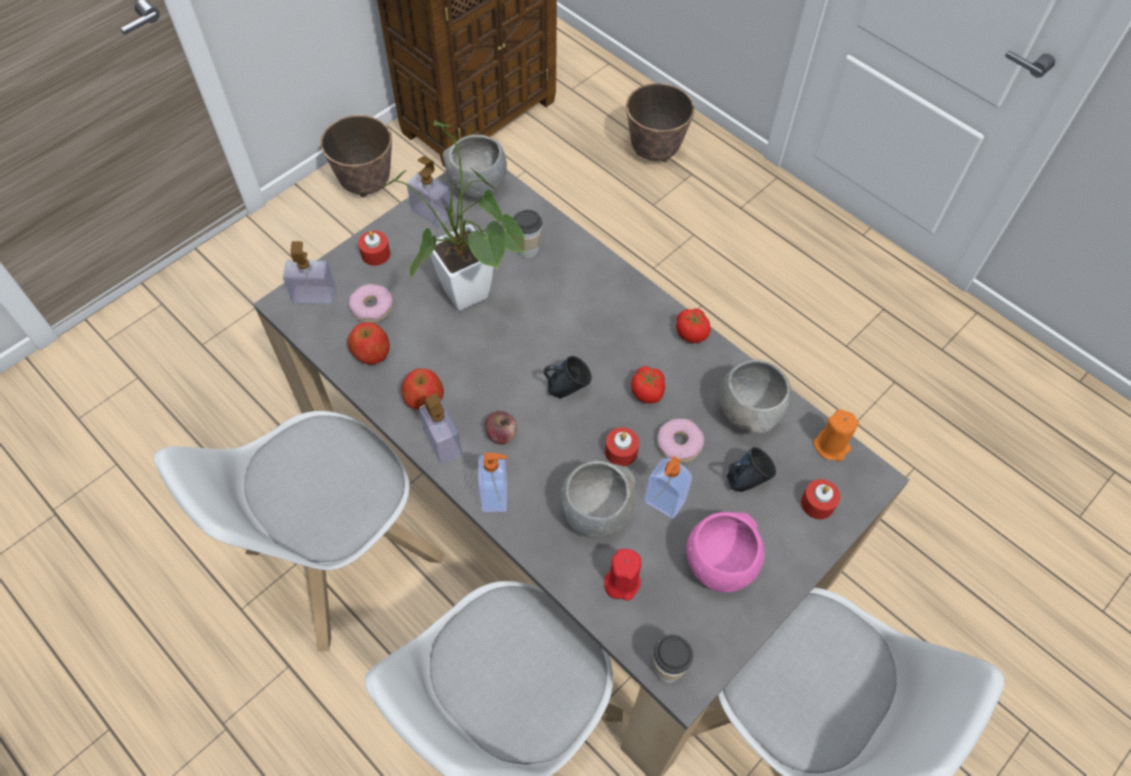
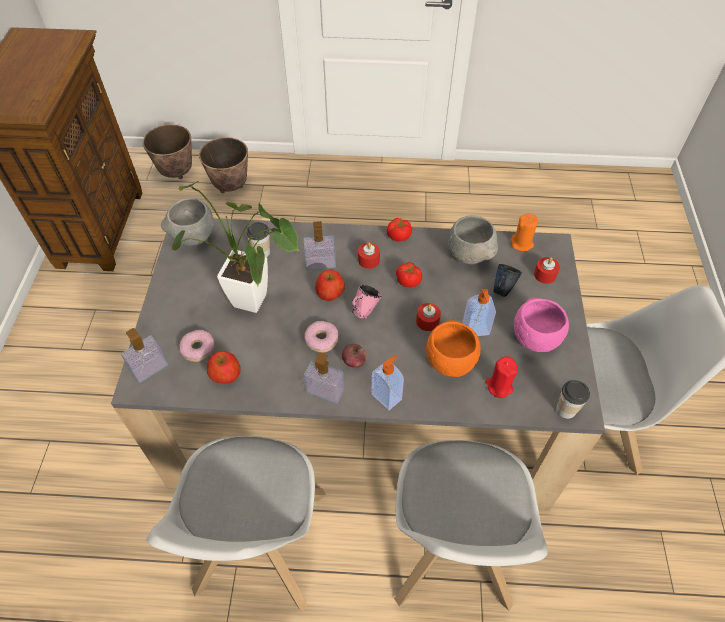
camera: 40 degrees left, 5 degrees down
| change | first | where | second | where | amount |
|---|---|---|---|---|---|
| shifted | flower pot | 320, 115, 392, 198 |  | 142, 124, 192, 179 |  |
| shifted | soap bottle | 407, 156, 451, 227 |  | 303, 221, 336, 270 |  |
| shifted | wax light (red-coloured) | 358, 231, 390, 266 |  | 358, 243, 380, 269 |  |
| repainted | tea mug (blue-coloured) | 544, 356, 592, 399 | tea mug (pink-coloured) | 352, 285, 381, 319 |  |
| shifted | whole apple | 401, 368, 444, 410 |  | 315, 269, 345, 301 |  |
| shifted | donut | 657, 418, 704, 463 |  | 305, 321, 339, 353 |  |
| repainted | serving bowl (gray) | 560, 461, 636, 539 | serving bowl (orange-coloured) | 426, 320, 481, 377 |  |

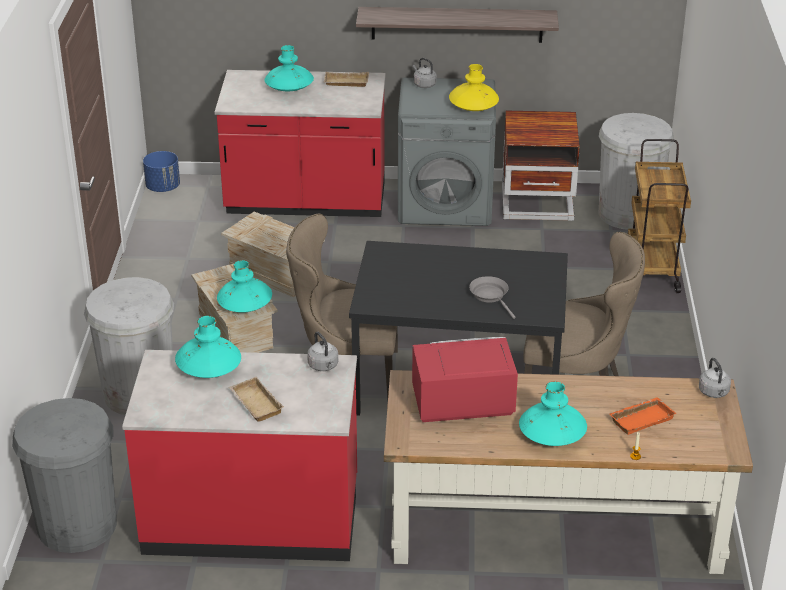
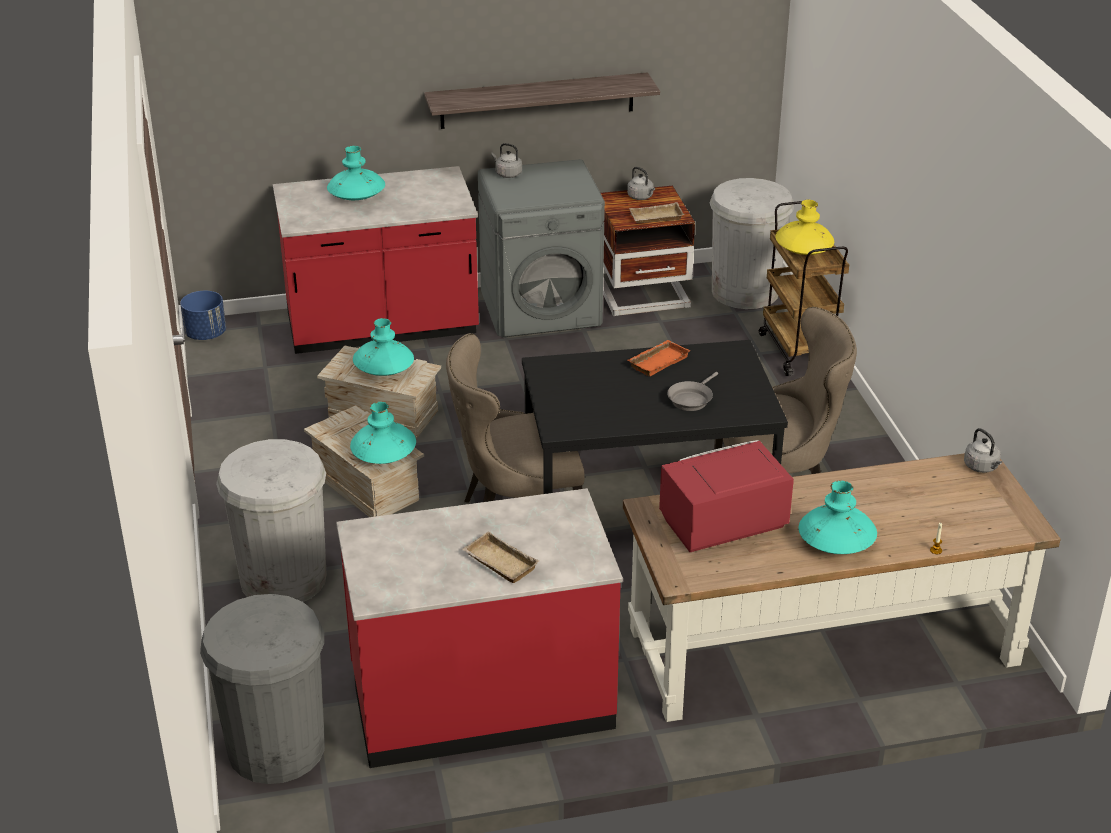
camera: 15 degrees left, 0 degrees up
| change | first | where | second | where | amount |
|---|---|---|---|---|---|
| shifted | vase (yellow) | 449, 64, 499, 111 |  | 776, 200, 834, 255 |  |
| shifted | serving tray (beige) | 323, 72, 369, 87 |  | 629, 202, 684, 223 |  |
| rotated | pan (gray) | 469, 276, 516, 319 |  | 667, 372, 718, 411 | 105 degrees counterclockwise |
| shifted | vase (blue-green) | 175, 316, 241, 378 |  | 353, 318, 414, 376 |  |
| shifted | tea kettle (gray) | 307, 332, 338, 371 |  | 627, 167, 655, 200 |  |
| shifted | serving tray (orange-coloured) | 609, 397, 676, 435 |  | 628, 340, 690, 376 |  |

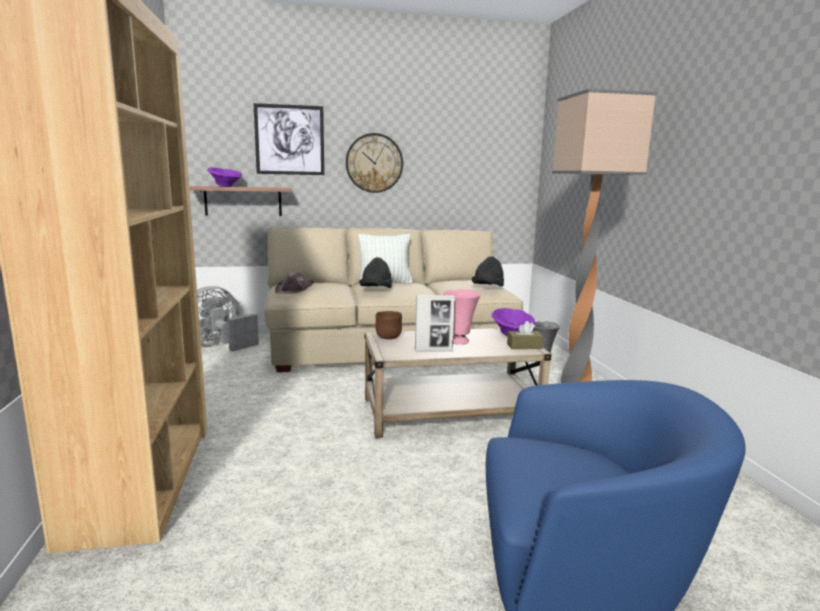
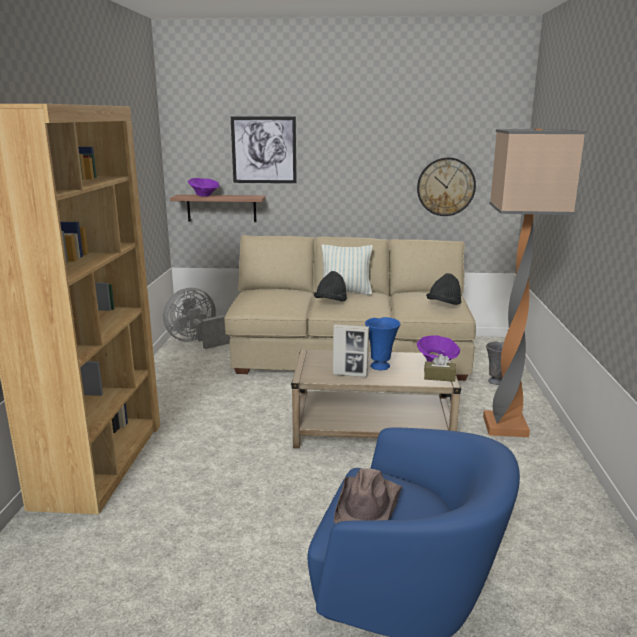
camera: 15 degrees right, 5 degrees up
| change | first | where | second | where | amount |
|---|---|---|---|---|---|
| shifted | clock on the wall | 346, 133, 403, 193 |  | 417, 157, 476, 216 |  |
| shifted | wearable hat (brown) | 275, 272, 314, 294 |  | 334, 469, 402, 523 |  |
| repainted | vase (pink-coloured) | 443, 289, 481, 345 | vase (blue-coloured) | 365, 317, 400, 370 |  |
| gone | serving bowl (brown) | 376, 311, 402, 339 |  |  |  |

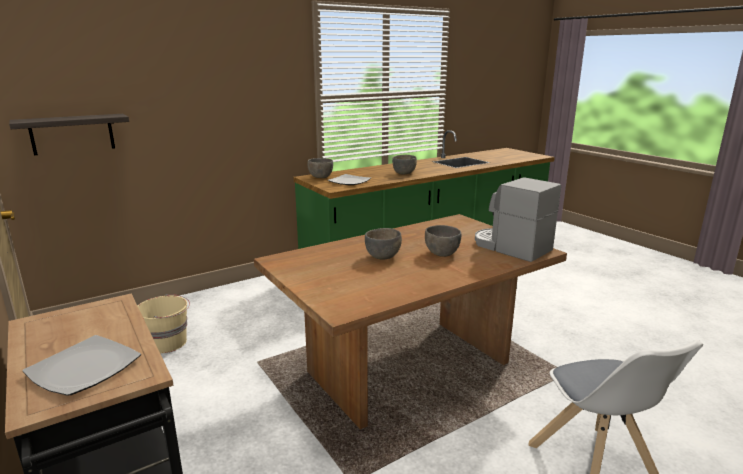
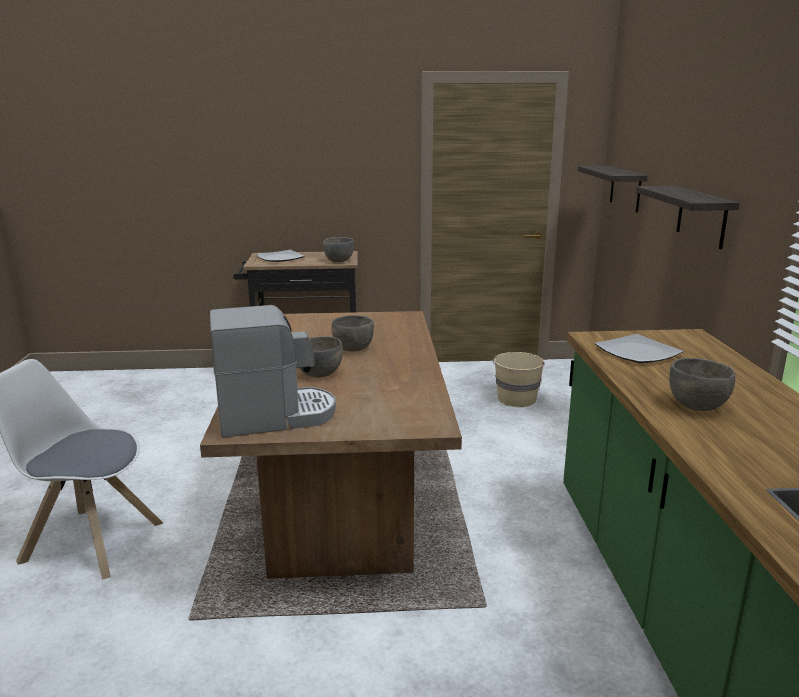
camera: 120 degrees right, 0 degrees up
| change | first | where | second | where | amount |
|---|---|---|---|---|---|
| shifted | serving bowl (gray) | 307, 158, 333, 178 |  | 323, 237, 354, 262 |  |
| new |  |  | shelf | 636, 186, 739, 249 |  |

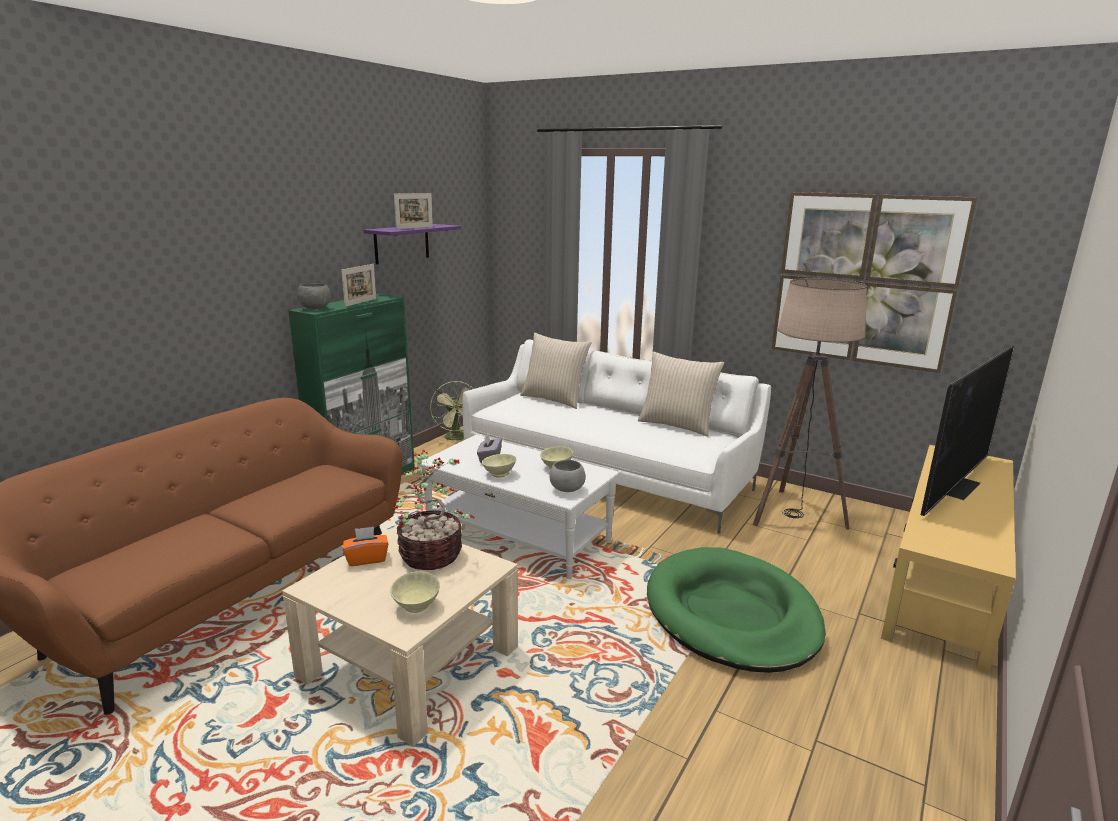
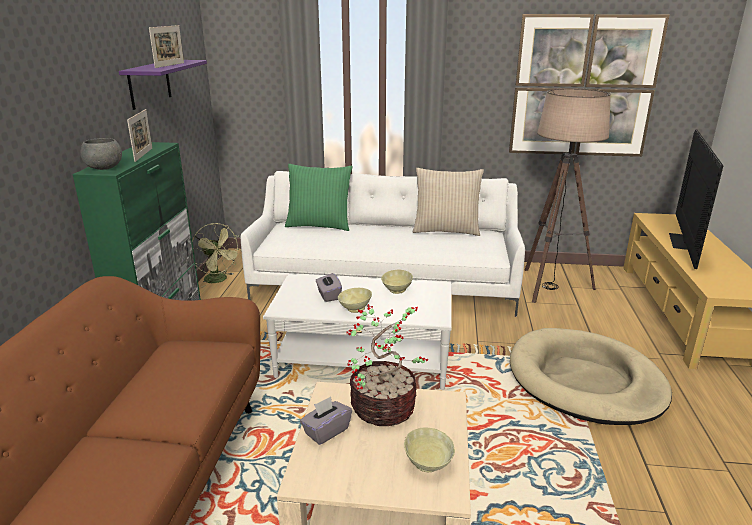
camera: 25 degrees left, 5 degrees up
| change | first | where | second | where | amount |
|---|---|---|---|---|---|
| repainted | cushion (beige) | 520, 333, 592, 409 | cushion (green) | 285, 164, 353, 231 |  |
| gone | serving bowl (gray) | 549, 460, 586, 492 |  |  |  |
| repainted | box of tissues (orange-coloured) | 343, 527, 388, 566 | box of tissues (gray) | 300, 396, 352, 445 |  |
| repainted | dog bed (green) | 647, 547, 826, 673 | dog bed (beige) | 510, 328, 672, 425 |  |

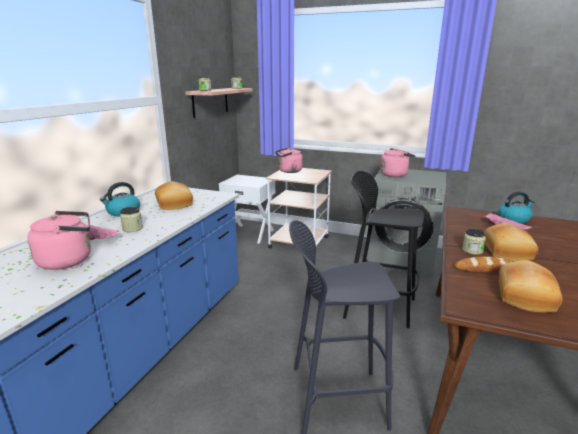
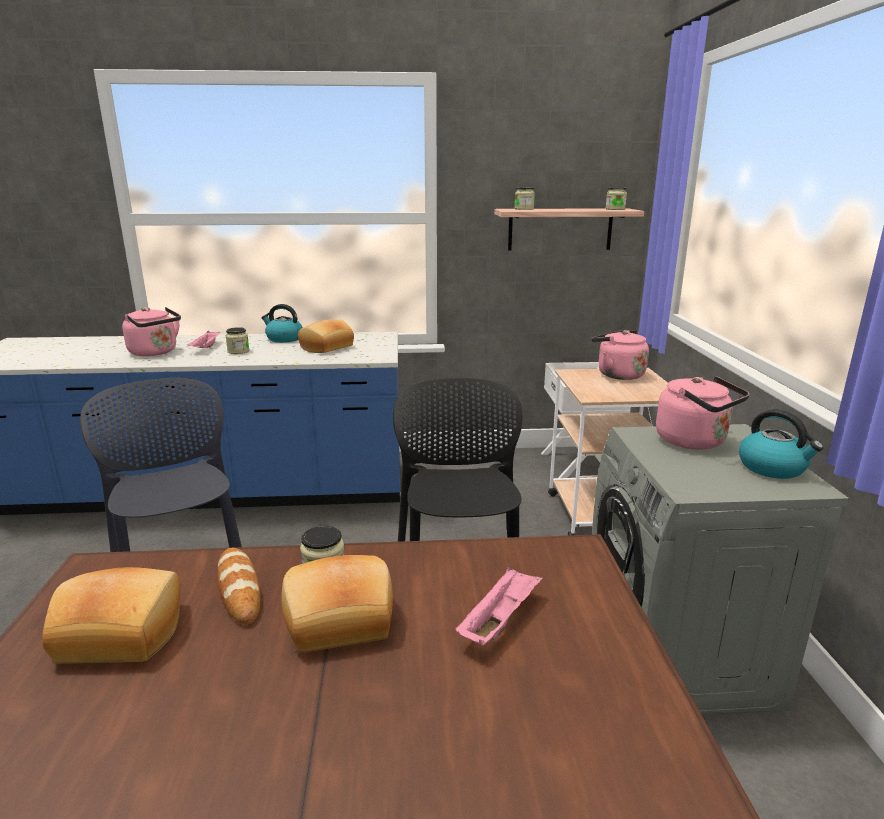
camera: 65 degrees right, 0 degrees up
| change | first | where | second | where | amount |
|---|---|---|---|---|---|
| shifted | tea kettle | 498, 192, 535, 224 |  | 739, 409, 823, 479 |  |

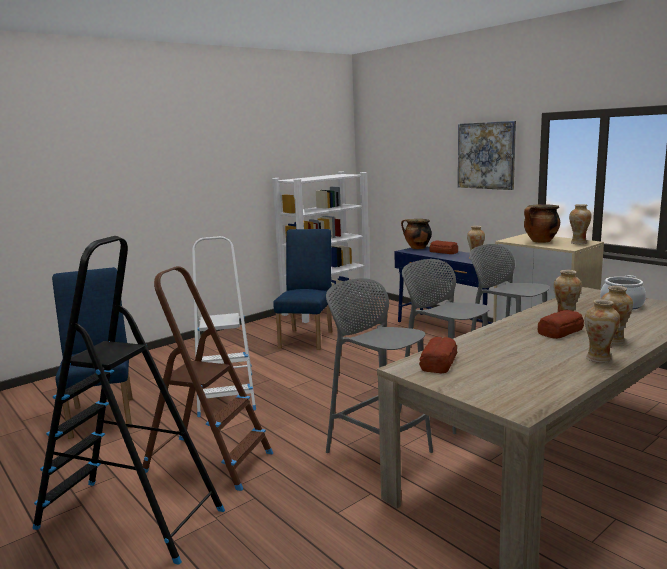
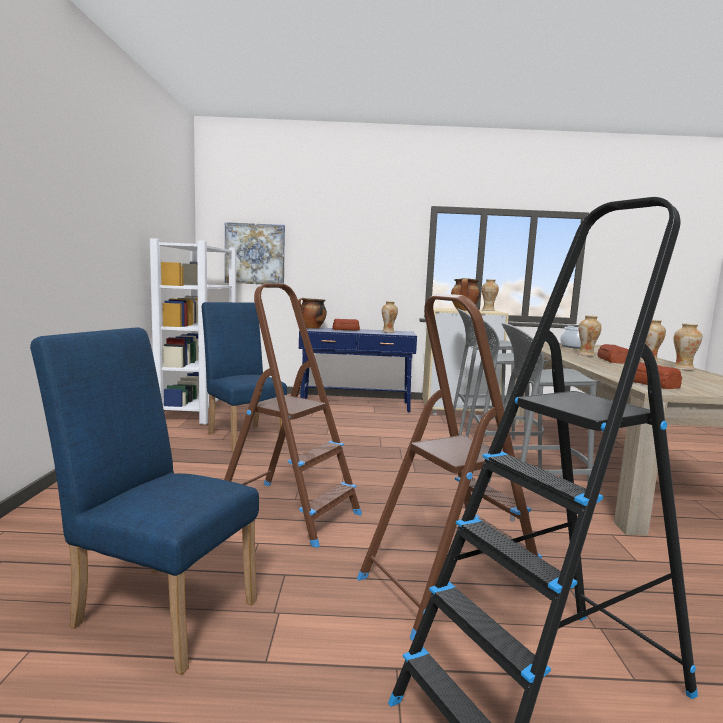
camera: 50 degrees left, 5 degrees down
| change | first | where | second | where | amount |
|---|---|---|---|---|---|
| shifted | picture | 458, 121, 516, 190 |  | 225, 222, 285, 284 |  |
| repainted | step stool (whitish) | 192, 236, 256, 417 | step stool (brown) | 224, 283, 362, 548 |  |

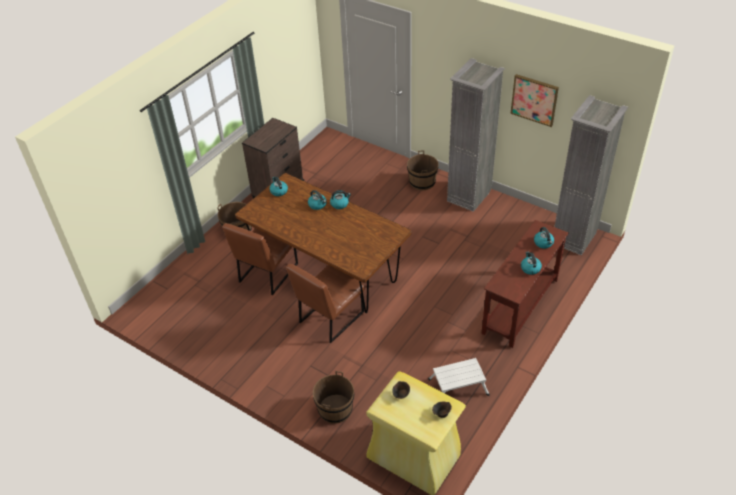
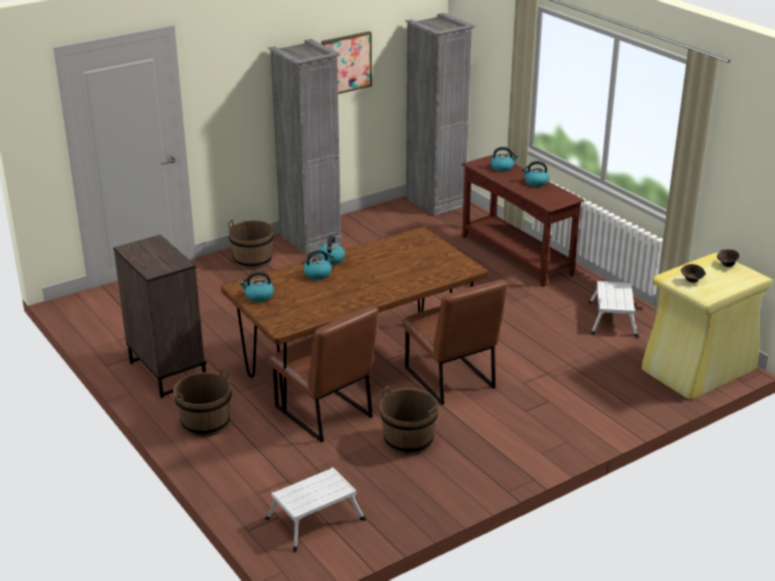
camera: 70 degrees left, 15 degrees down
| change | first | where | second | where | amount |
|---|---|---|---|---|---|
| shifted | water bucket (brown) | 313, 371, 354, 424 |  | 380, 386, 438, 455 |  |
| new |  |  | step stool (whitish) | 265, 467, 366, 552 |  |

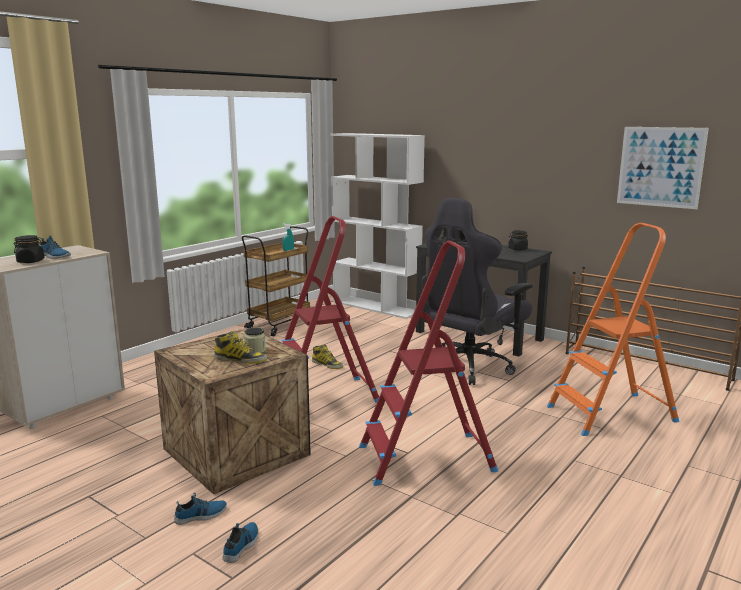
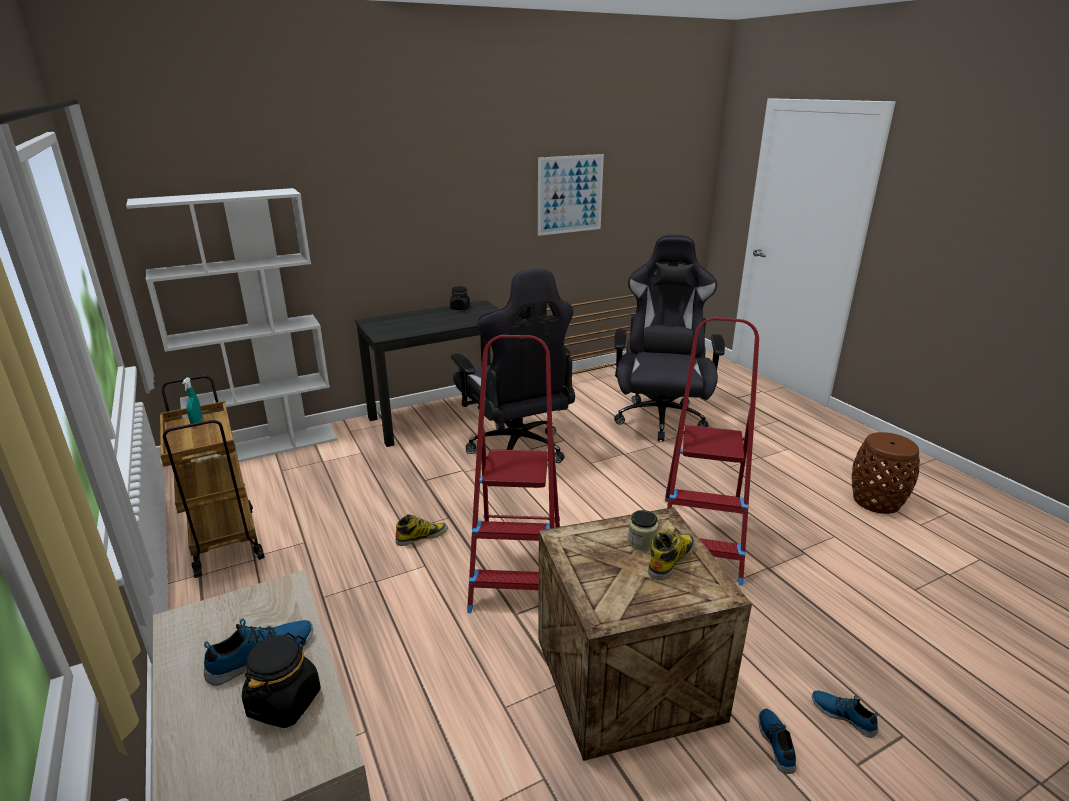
camera: 65 degrees left, 10 degrees up
| change | first | where | second | where | amount |
|---|---|---|---|---|---|
| swapped | step stool (orange-coloured) | 547, 223, 679, 436 | office chair (blackish) | 614, 234, 725, 442 |  |
| new |  |  | sitting stool (brown) | 852, 432, 920, 514 |  |

